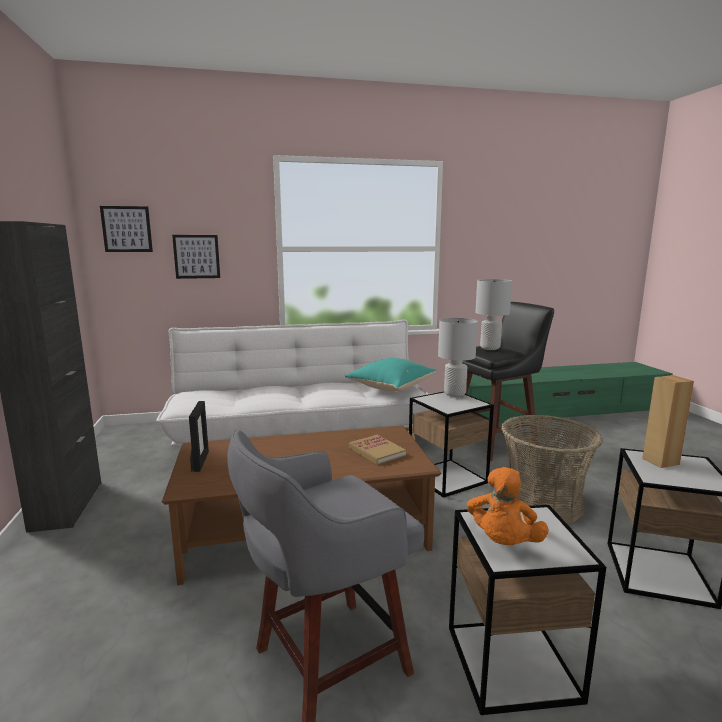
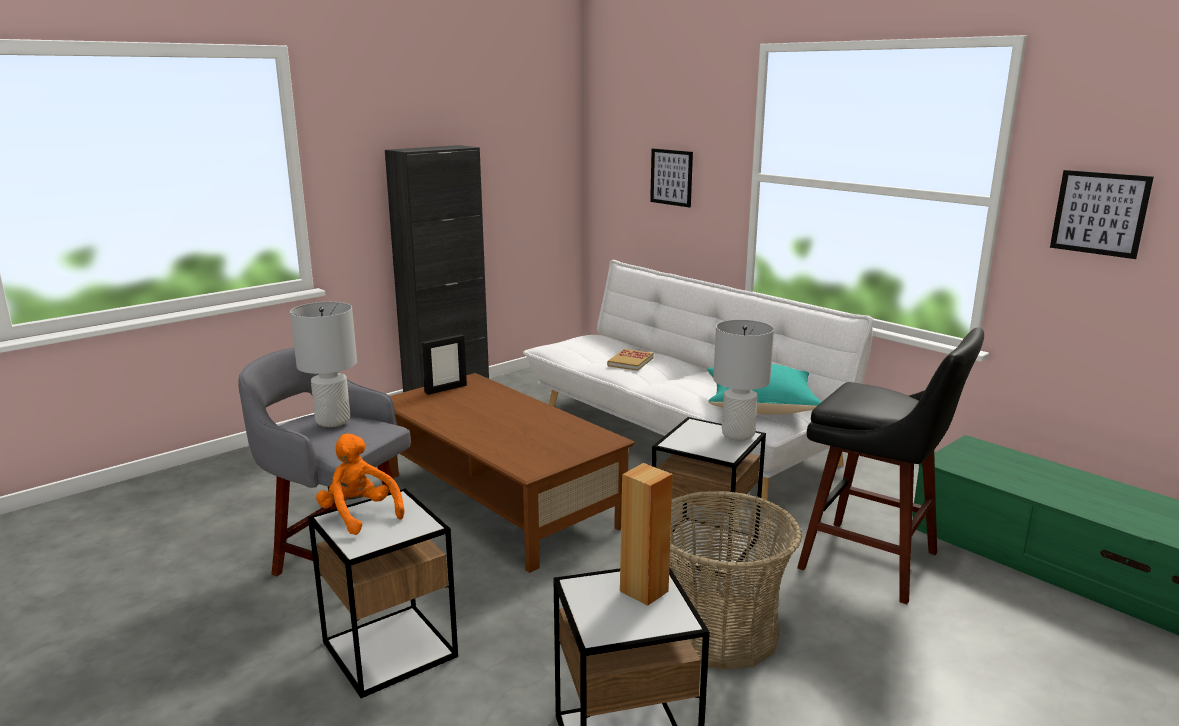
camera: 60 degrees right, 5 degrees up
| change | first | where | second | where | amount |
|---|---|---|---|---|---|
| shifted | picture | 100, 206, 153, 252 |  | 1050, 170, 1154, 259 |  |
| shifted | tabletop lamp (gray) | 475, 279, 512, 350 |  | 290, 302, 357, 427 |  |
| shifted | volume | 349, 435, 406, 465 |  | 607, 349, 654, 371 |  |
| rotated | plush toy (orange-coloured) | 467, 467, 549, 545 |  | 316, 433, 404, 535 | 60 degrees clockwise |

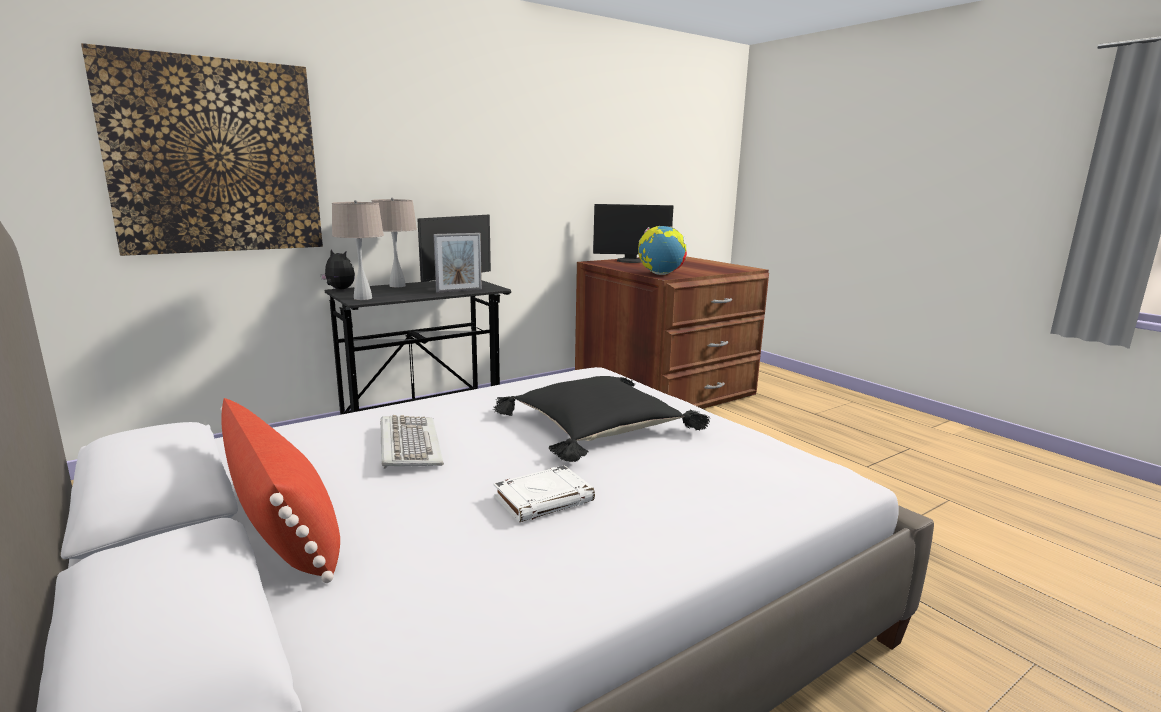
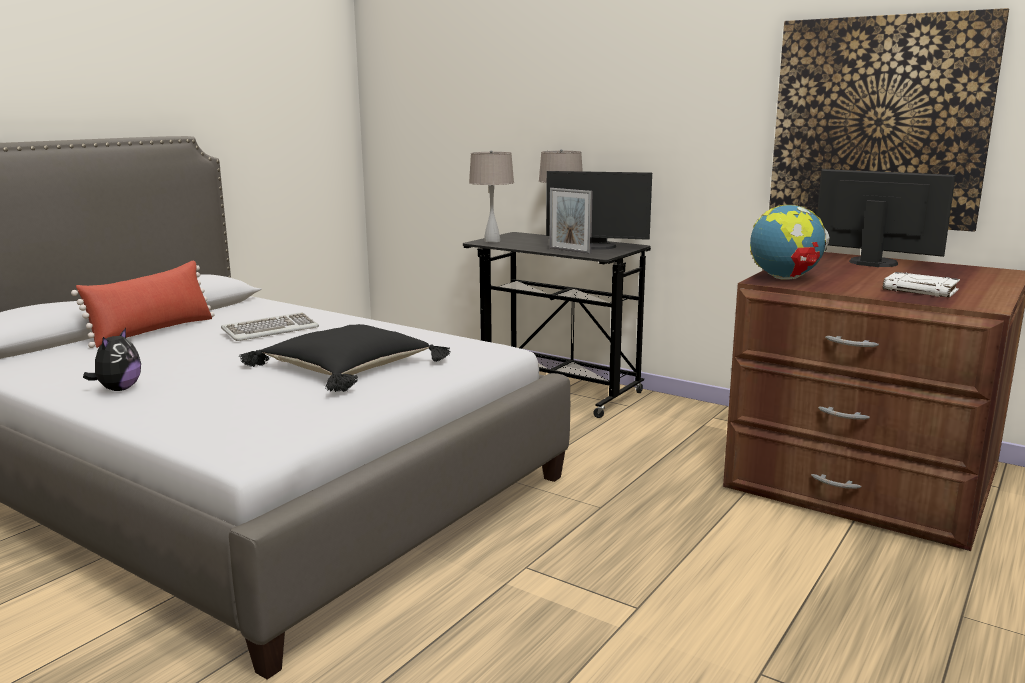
camera: 70 degrees right, 0 degrees up
| change | first | where | second | where | amount |
|---|---|---|---|---|---|
| shifted | picture | 81, 43, 323, 256 |  | 769, 8, 1009, 232 |  |
| rotated | computer screen | 593, 204, 674, 263 |  | 817, 169, 956, 267 | 150 degrees clockwise |
| shifted | plush toy | 320, 250, 355, 289 |  | 83, 328, 141, 391 |  |
| shifted | volume (whitish) | 494, 465, 595, 522 |  | 883, 272, 960, 297 |  |

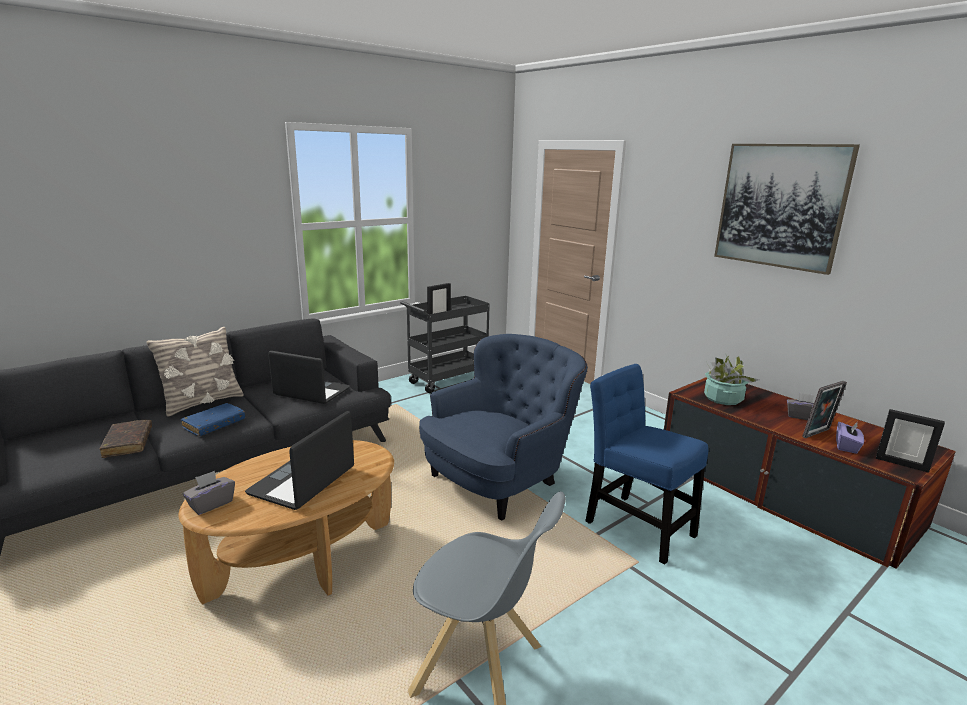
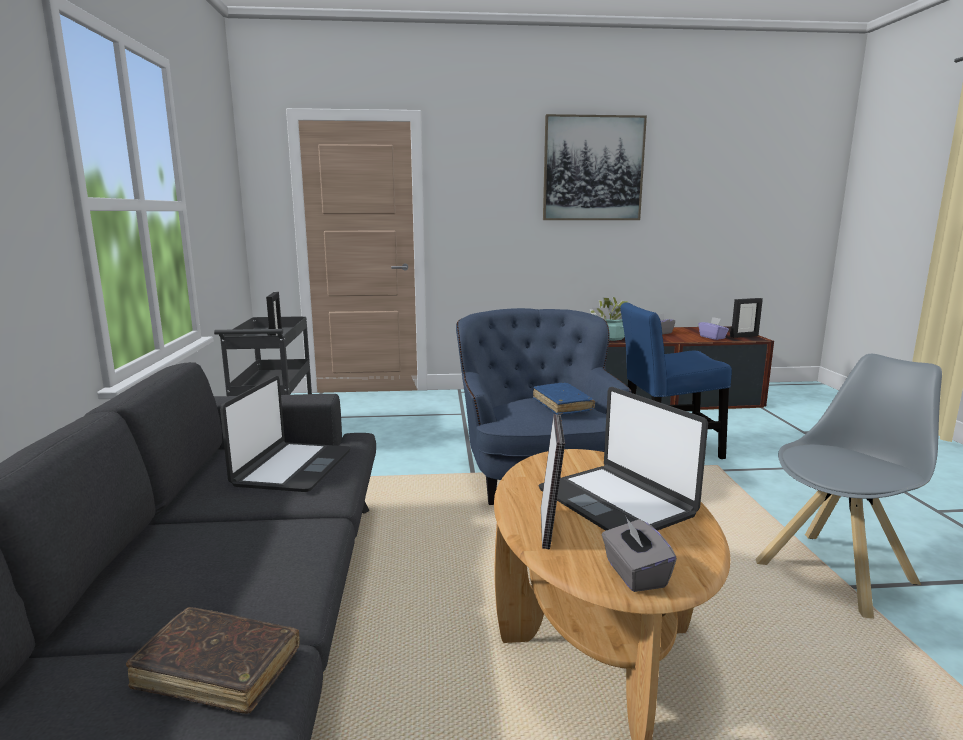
camera: 55 degrees left, 5 degrees down
| change | first | where | second | where | amount |
|---|---|---|---|---|---|
| gone | cushion (beige) | 146, 327, 244, 417 |  |  |  |
| rotated | portable computer | 268, 351, 350, 404 |  | 220, 376, 350, 492 | 135 degrees clockwise |
| shifted | picture frame | 802, 381, 847, 438 |  | 541, 414, 565, 549 |  |
| shifted | volume (blue-coloured) | 181, 403, 245, 436 |  | 533, 383, 595, 415 |  |

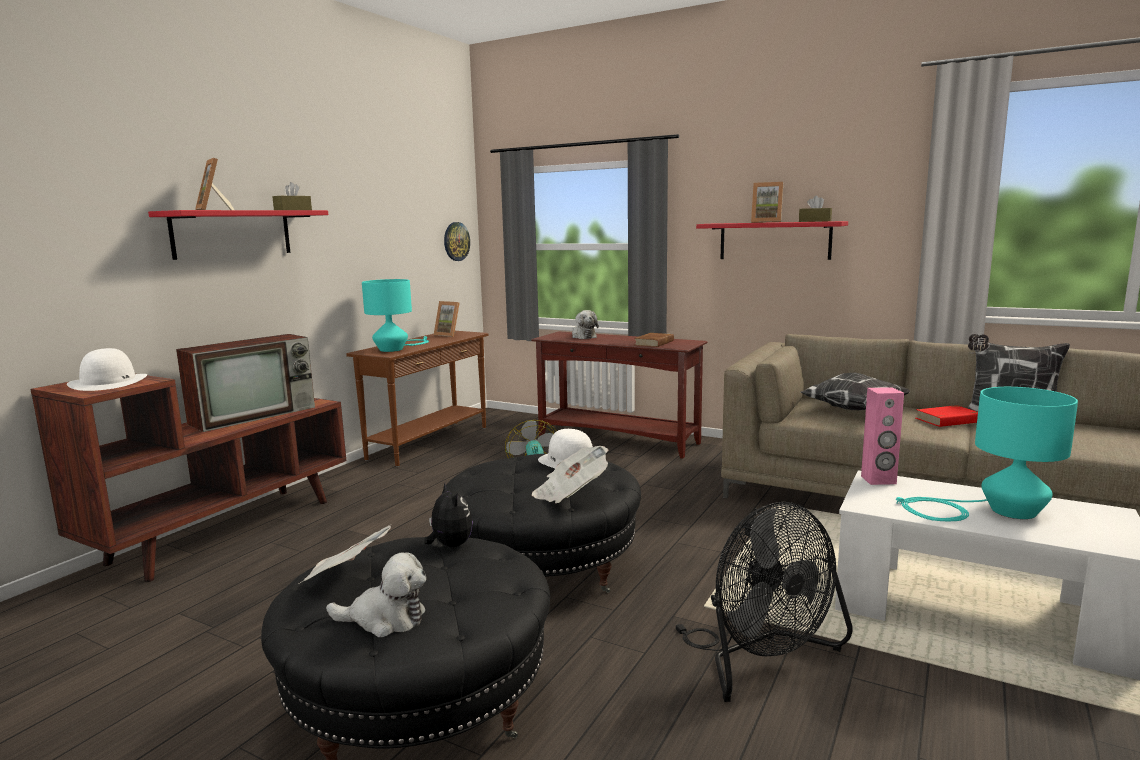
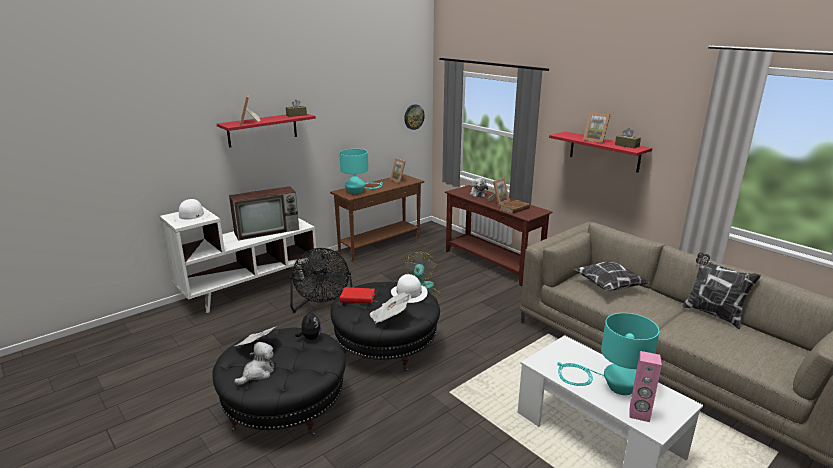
camera: 20 degrees right, 10 degrees up
| change | first | where | second | where | amount |
|---|---|---|---|---|---|
| repainted | tv unit (brown) | 31, 375, 346, 582 | tv unit (whitish) | 160, 206, 316, 313 |  |
| shifted | audio speaker (pink-coloured) | 861, 387, 904, 485 |  | 629, 351, 662, 422 |  |
| shifted | volume (red-coloured) | 916, 405, 978, 427 |  | 340, 287, 378, 304 |  |
| shifted | fan (blackish) | 676, 502, 853, 702 |  | 290, 248, 353, 313 |  |
| rotated | plush toy | 326, 552, 426, 637 |  | 234, 342, 274, 385 | 75 degrees counterclockwise |
| new |  |  | picture frame | 487, 178, 510, 206 |  |

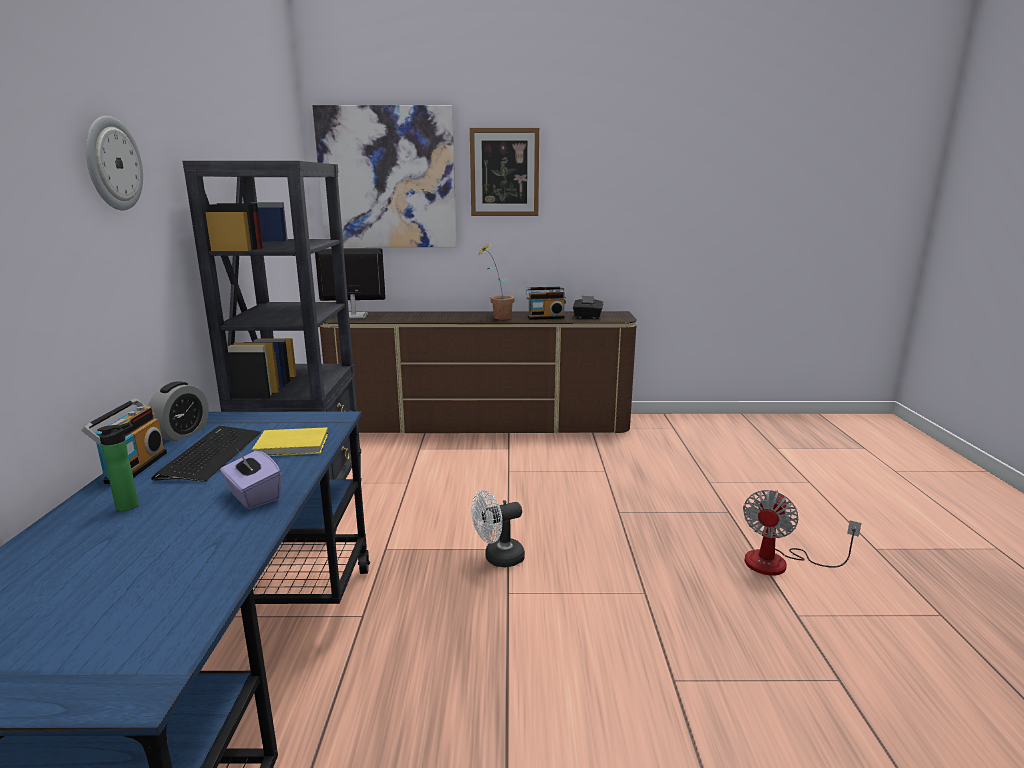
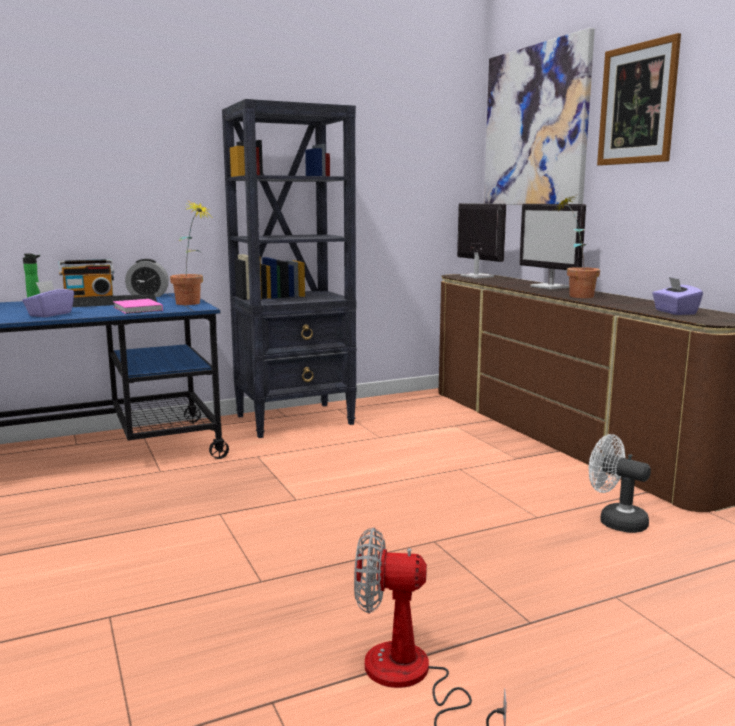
camera: 65 degrees right, 5 degrees down
| change | first | where | second | where | amount |
|---|---|---|---|---|---|
| gone | clock on the wall | 86, 116, 143, 210 |  |  |  |
| gone | radio set | 526, 286, 566, 320 |  |  |  |
| repainted | box of tissues (blackish) | 573, 296, 604, 319 | box of tissues (purplish) | 652, 277, 703, 315 |  |
| repainted | volume (yellow) | 252, 427, 328, 456 | volume (pink-coloured) | 113, 299, 163, 314 |  |
| shifted | fan (whitish) | 472, 490, 525, 567 |  | 589, 434, 651, 533 |  |
| new |  |  | houseplant | 170, 202, 210, 305 |  |
| new |  |  | computer screen | 519, 204, 586, 290 |  |

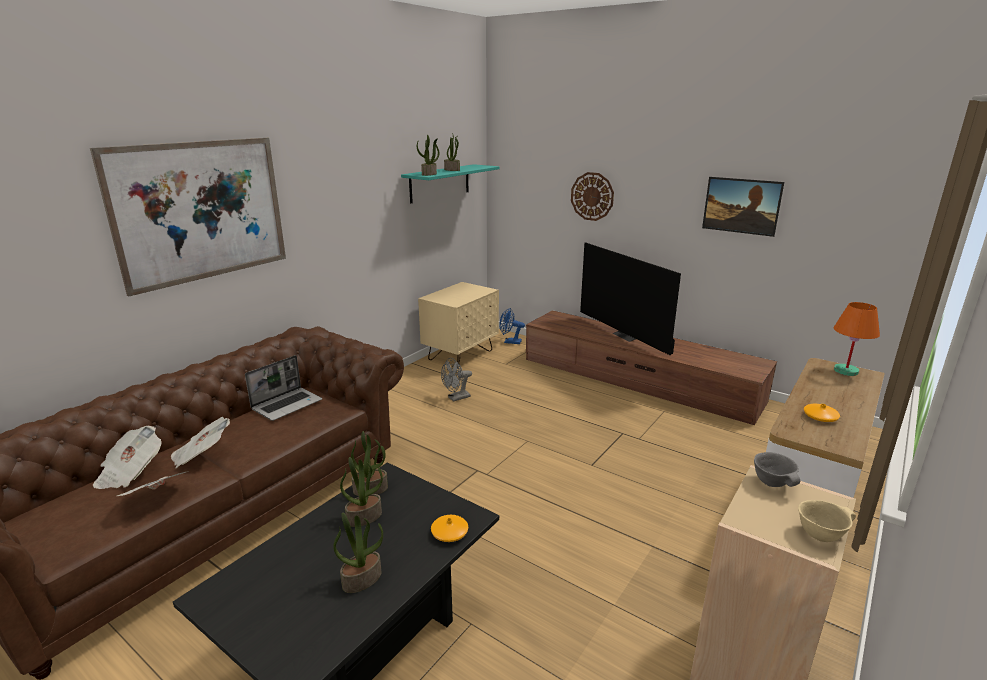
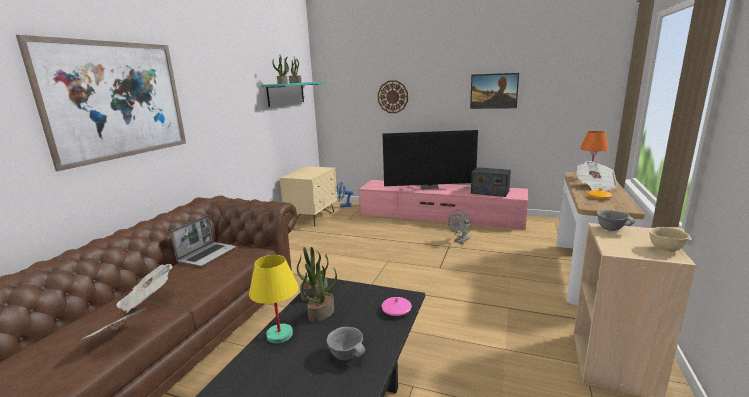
camera: 15 degrees left, 5 degrees down
| change | first | where | second | where | amount |
|---|---|---|---|---|---|
| rotated | TV set | 580, 242, 681, 355 |  | 382, 130, 478, 189 | 45 degrees counterclockwise |
| repainted | tv unit (brown) | 526, 310, 777, 425 | tv unit (pink-coloured) | 359, 180, 528, 230 |  |
| shifted | fan (gray) | 441, 358, 472, 402 |  | 448, 210, 471, 244 |  |
| shifted | newspaper | 93, 426, 162, 489 |  | 576, 161, 617, 191 |  |
| swapped | houseplant | 333, 513, 383, 593 | serving bowl (gray) | 327, 327, 365, 360 |  |
| repainted | vase (orange-coloured) | 431, 515, 468, 542 | vase (pink-coloured) | 381, 297, 412, 316 |  |
| new |  |  | radio set | 471, 167, 511, 197 |  |
| new |  |  | tabletop lamp (yellow) | 249, 255, 299, 343 |  |

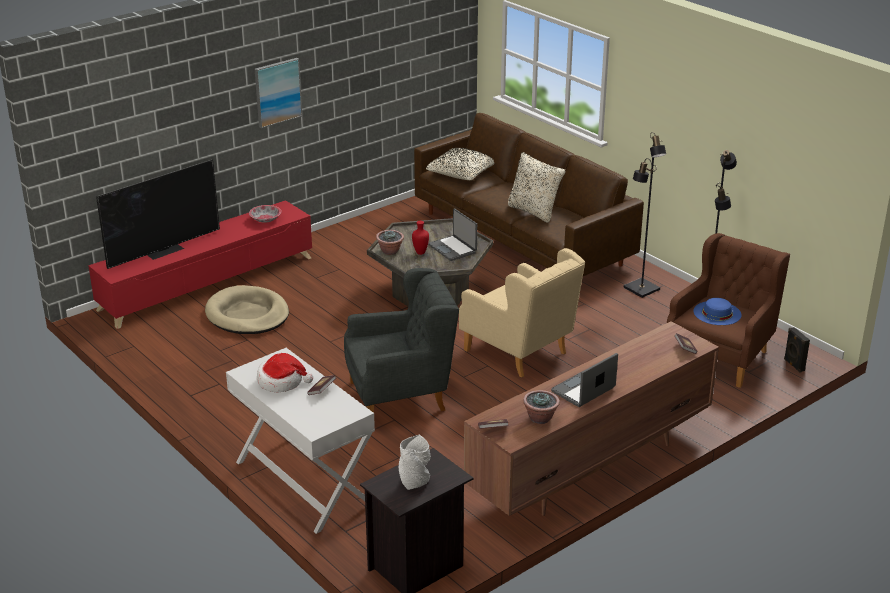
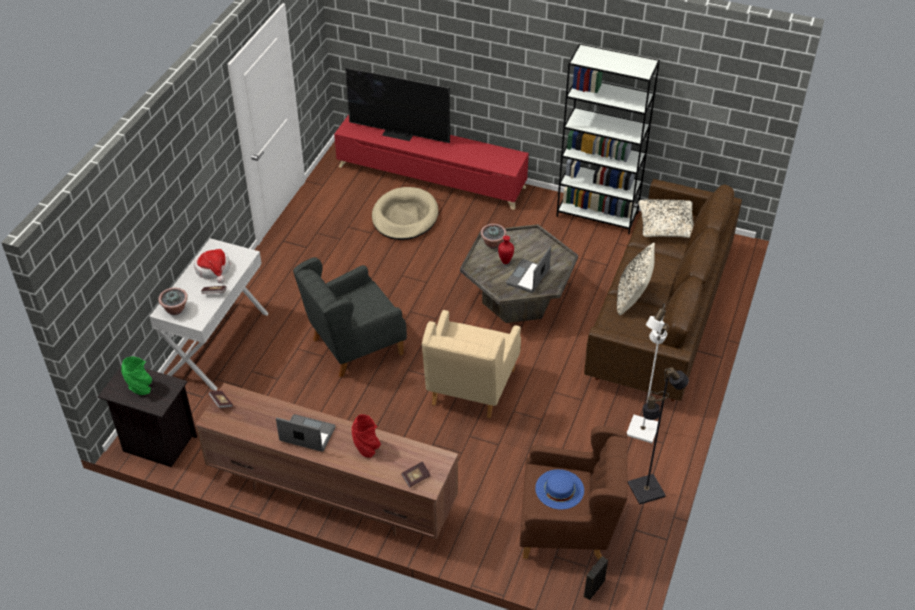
camera: 60 degrees right, 15 degrees up
| change | first | where | second | where | amount |
|---|---|---|---|---|---|
| gone | picture | 255, 58, 302, 128 |  |  |  |
| repainted | floor lamp (blackish) | 623, 132, 666, 298 | floor lamp (whitish) | 627, 304, 669, 443 |  |
| gone | serving bowl | 249, 205, 281, 223 |  |  |  |
| rotated | lounge chair (gray) | 344, 268, 459, 413 |  | 293, 257, 407, 377 | 105 degrees clockwise |
| shifted | houseplant | 523, 390, 560, 424 |  | 158, 288, 188, 315 |  |
| repainted | vase (gray) | 399, 434, 431, 490 | vase (green) | 121, 356, 152, 395 |  |
| new |  |  | bookcase (whitish) | 556, 44, 660, 234 |  |
| new |  |  | vase (red-coloured) | 352, 414, 381, 458 |  |

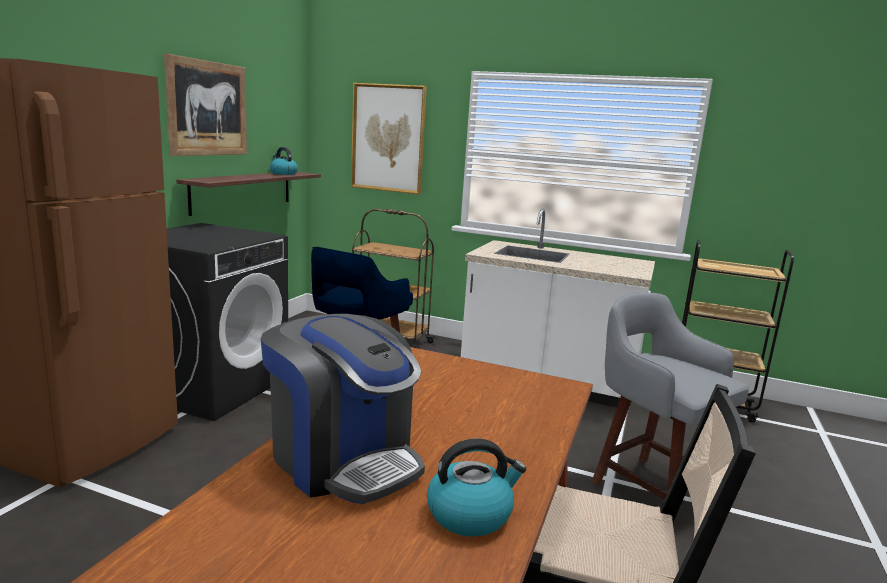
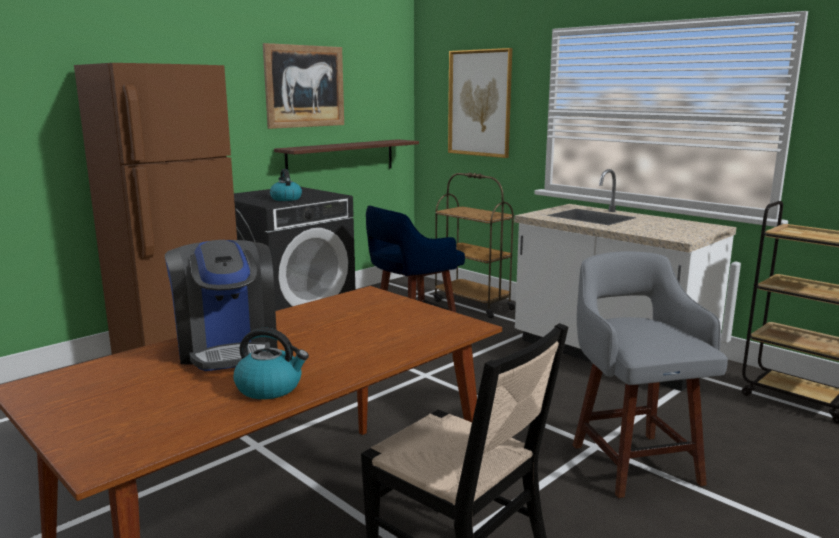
camera: 25 degrees right, 0 degrees up
| change | first | where | second | where | amount |
|---|---|---|---|---|---|
| shifted | tea kettle | 270, 147, 298, 175 |  | 270, 169, 302, 201 |  |

